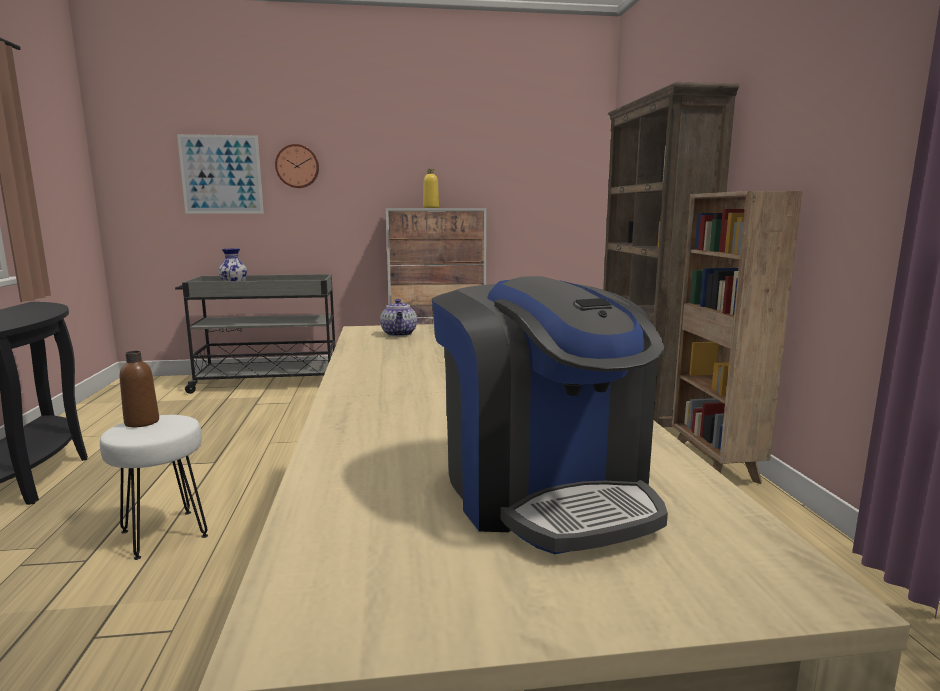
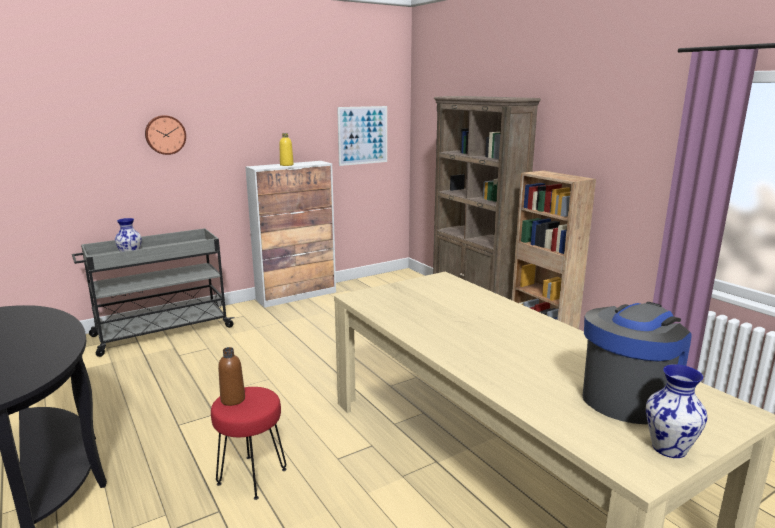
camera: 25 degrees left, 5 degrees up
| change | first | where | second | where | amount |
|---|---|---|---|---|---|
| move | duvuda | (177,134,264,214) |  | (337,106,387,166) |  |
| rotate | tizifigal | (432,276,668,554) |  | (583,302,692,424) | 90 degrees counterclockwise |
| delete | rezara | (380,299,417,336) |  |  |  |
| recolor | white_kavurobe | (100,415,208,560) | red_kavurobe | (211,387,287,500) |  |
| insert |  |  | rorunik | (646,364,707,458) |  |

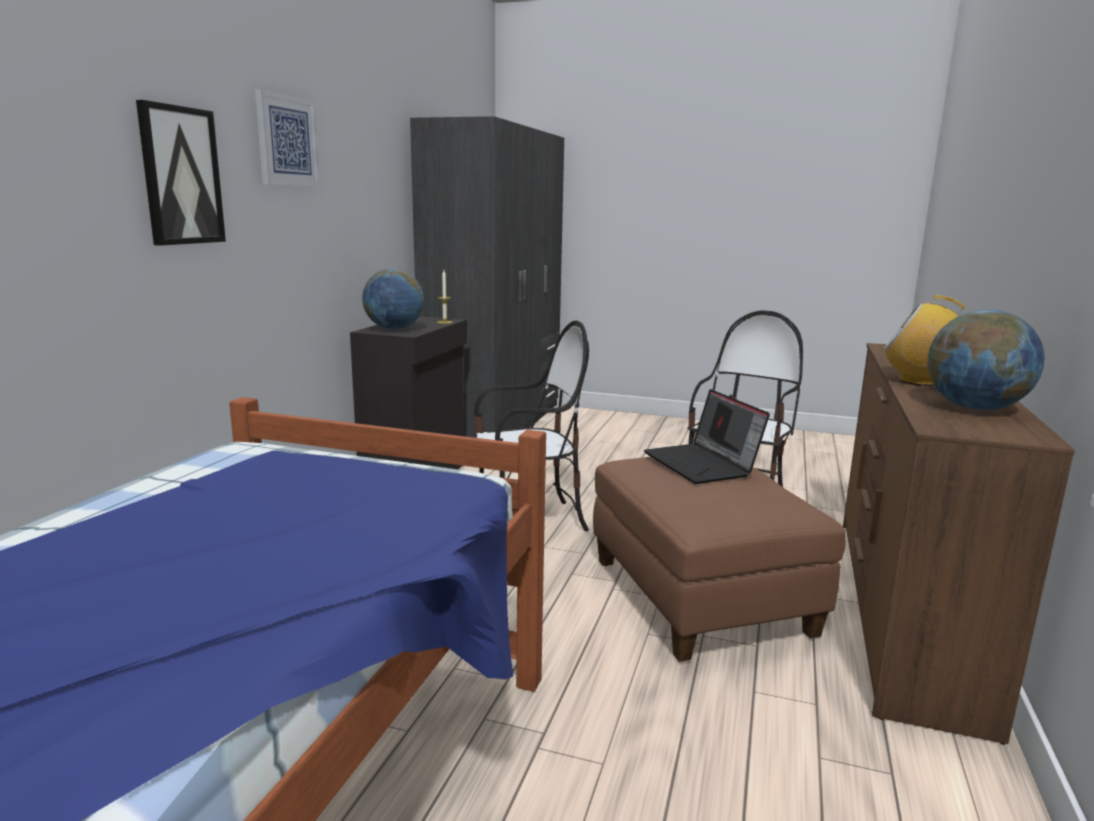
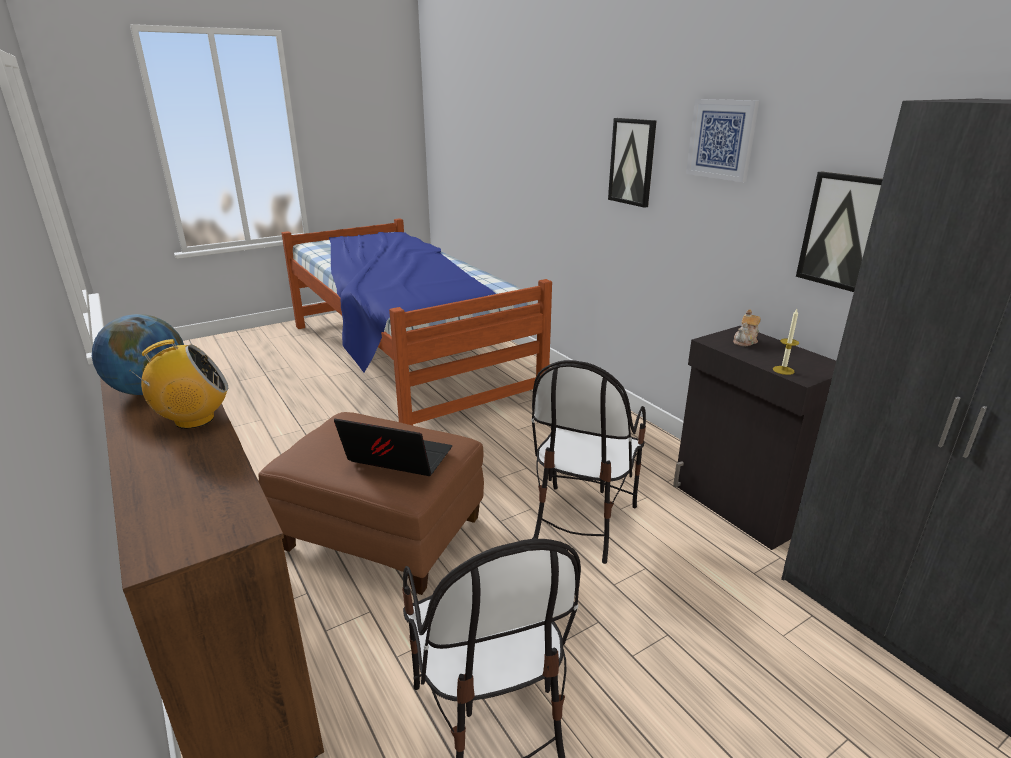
camera: 130 degrees right, 10 degrees up
| change | first | where | second | where | amount |
|---|---|---|---|---|---|
| replace | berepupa | (362,269,424,330) | rezara | (733,309,760,346) |  |
| insert |  |  | duvuda | (796,171,883,292) |  |

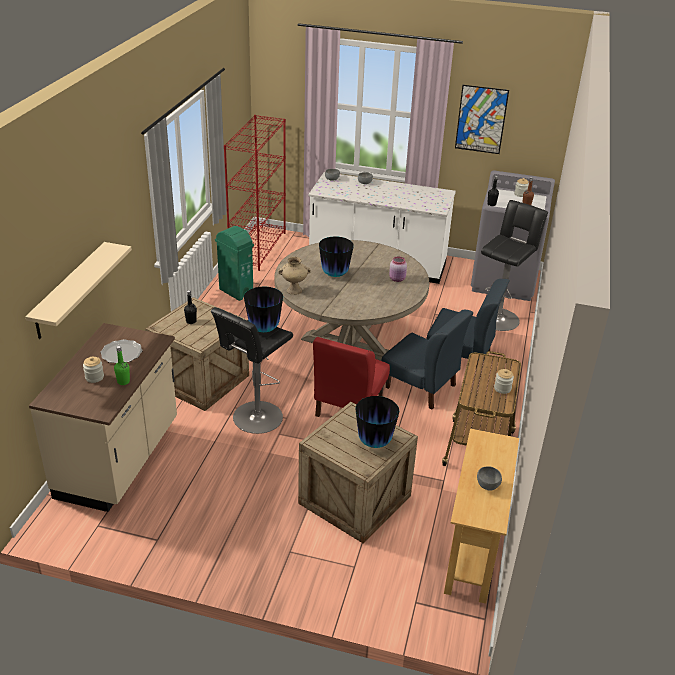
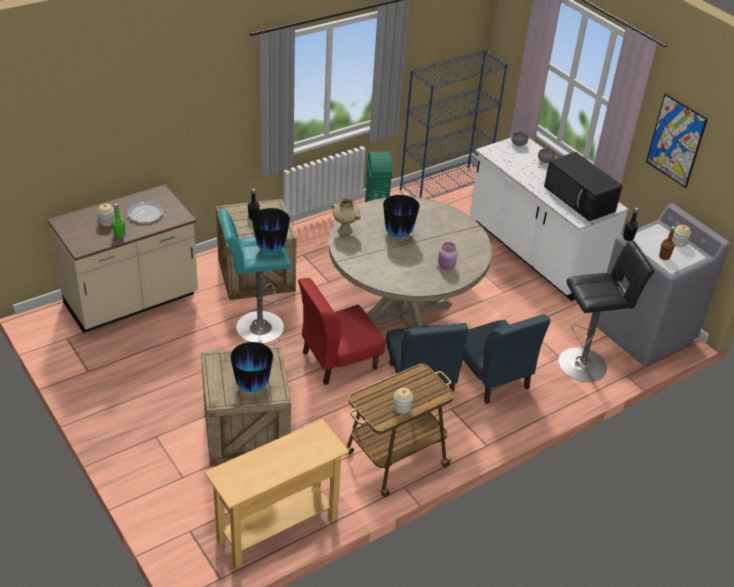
camera: 40 degrees right, 5 degrees up
| change | first | where | second | where | amount |
|---|---|---|---|---|---|
| recolor | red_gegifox | (224,115,286,271) | blue_gegifox | (400,50,508,199) |  |
| delete | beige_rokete | (25,242,132,339) |  |  |  |
| recolor | black_kavurobe | (211,307,293,434) | turquoise_kavurobe | (219,209,291,344) |  |
| delete | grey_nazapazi | (477,466,502,491) |  |  |  |
| insert |  |  | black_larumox | (544,152,623,222) |  |

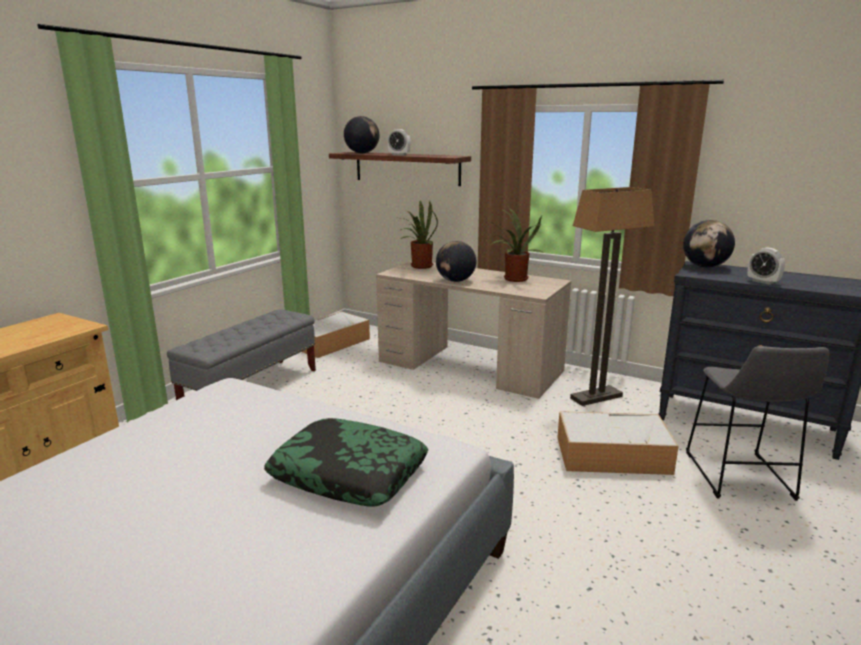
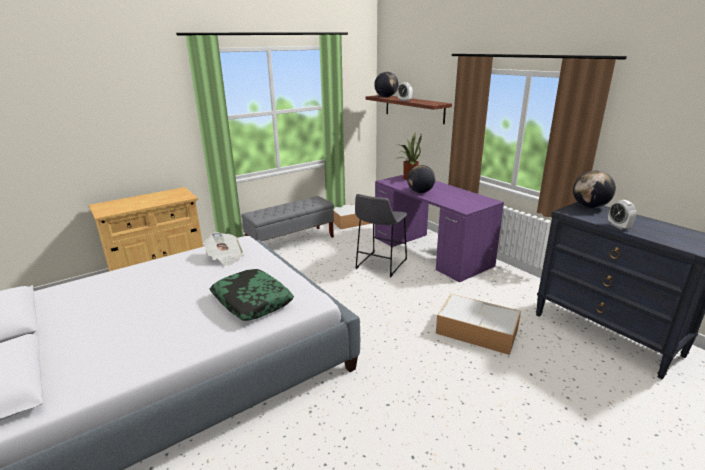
camera: 25 degrees right, 5 degrees up
| change | first | where | second | where | amount |
|---|---|---|---|---|---|
| delete | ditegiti | (570,187,654,406) |  |  |  |
| delete | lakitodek | (487,207,543,282) |  |  |  |
| recolor | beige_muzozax | (376,261,571,399) | purple_muzozax | (375,175,504,282) |  |
| move | grey_kavurobe | (686,346,829,501) |  | (355,194,407,277) |  |
| insert |  |  | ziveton | (204,232,244,266) |  |

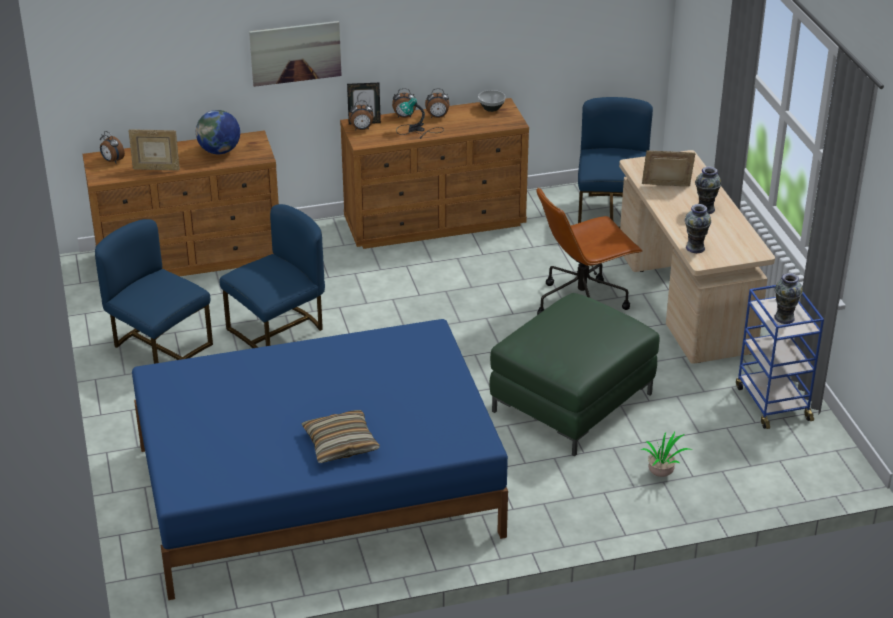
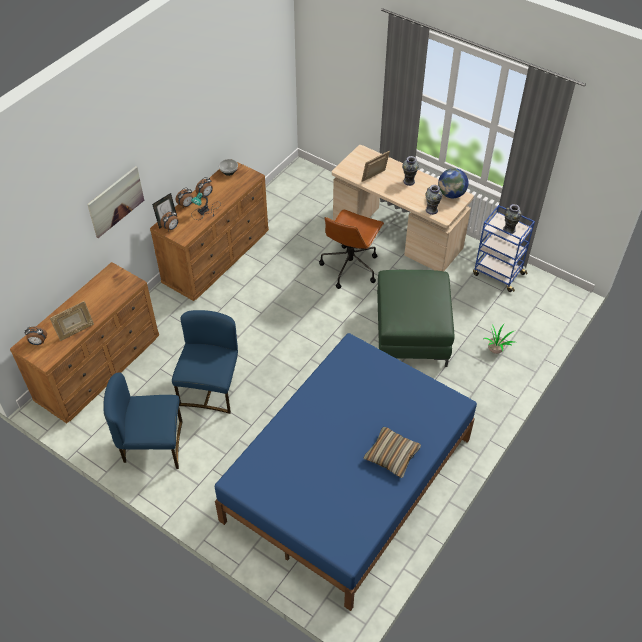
camera: 40 degrees left, 15 degrees up
| change | first | where | second | where | amount |
|---|---|---|---|---|---|
| delete | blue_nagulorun | (578,97,653,228) |  |  |  |
| move | berepupa | (196,110,240,154) |  | (438,168,469,198) |  |

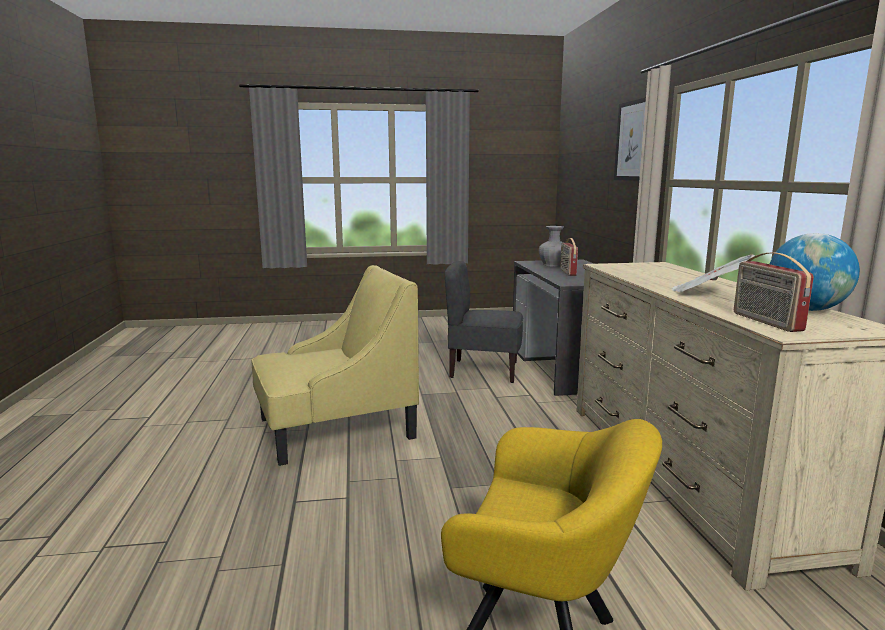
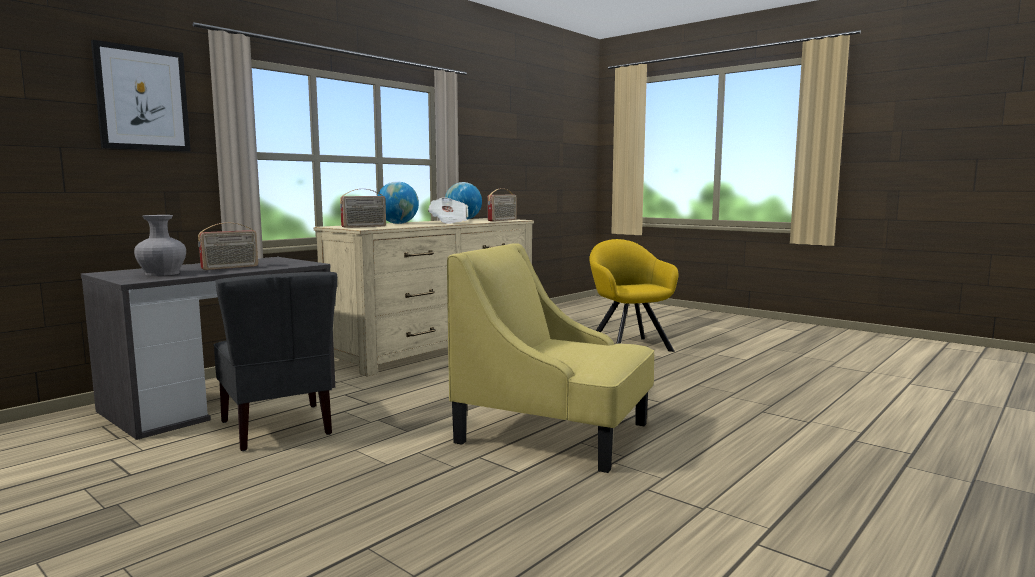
camera: 130 degrees left, 5 degrees down
| change | first | where | second | where | amount |
|---|---|---|---|---|---|
| insert |  |  | berepupa | (377,181,419,224) |  |
| insert |  |  | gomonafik | (340,189,386,228) |  |

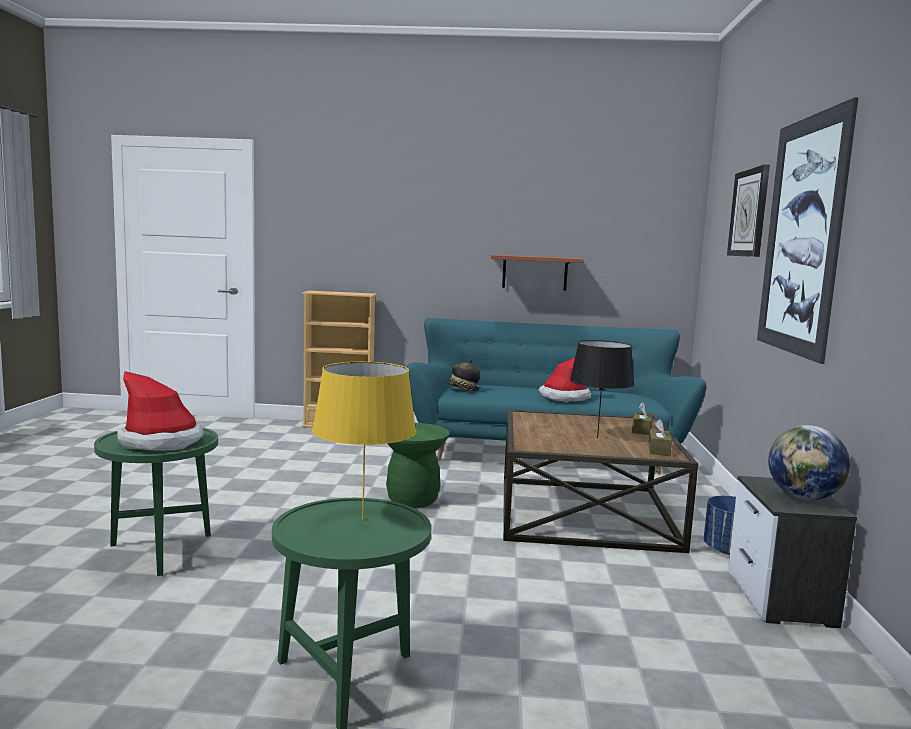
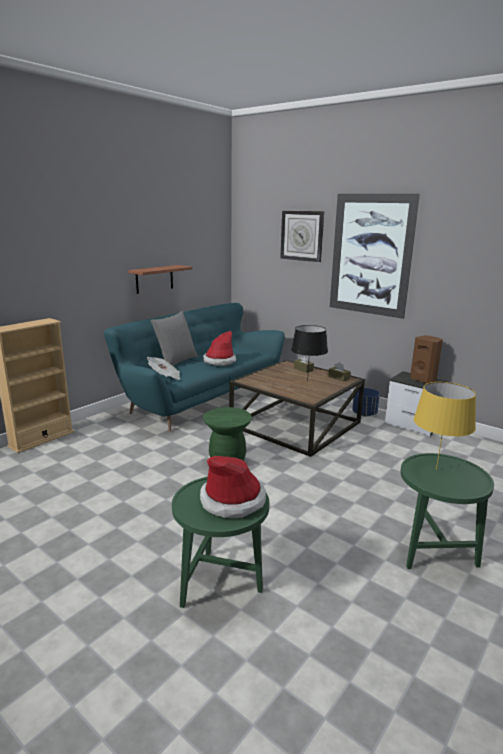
camera: 55 degrees left, 10 degrees up
| change | first | where | second | where | amount |
|---|---|---|---|---|---|
| replace | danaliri | (444,360,480,391) | ziveton | (147,357,180,380) |  |
| replace | berepupa | (768,425,850,500) | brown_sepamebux | (410,335,443,384) |  |
| insert |  |  | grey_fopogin | (150,311,198,366) |  |

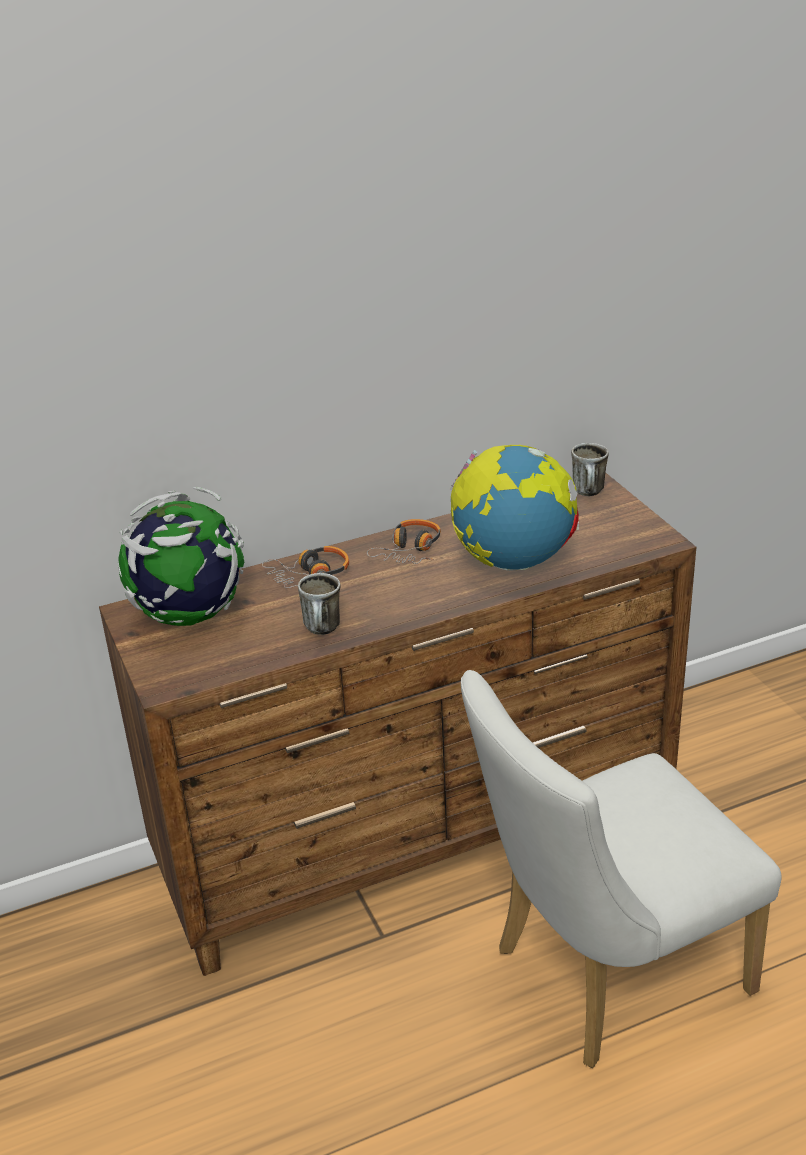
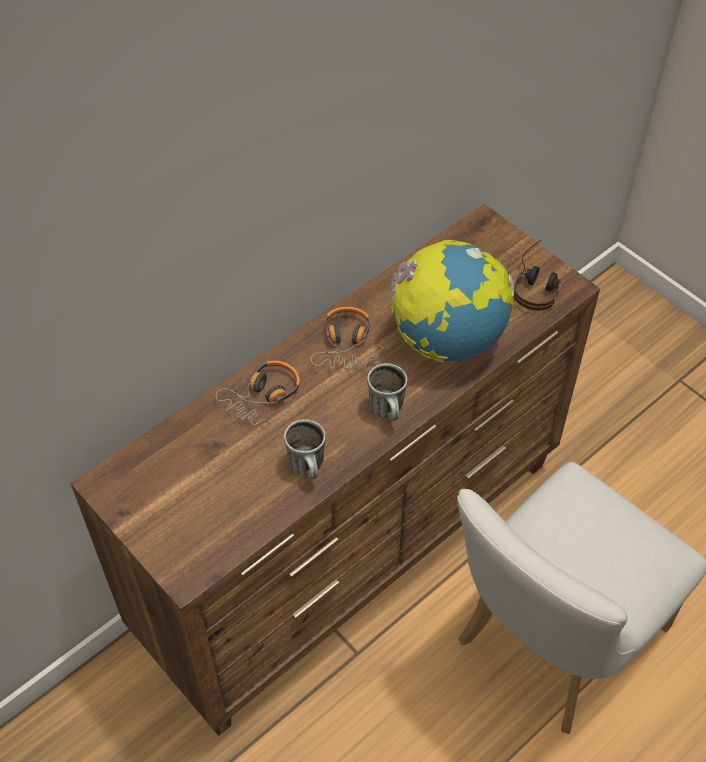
camera: 20 degrees left, 20 degrees up
| change | first | where | second | where | amount |
|---|---|---|---|---|---|
| move | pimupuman | (571,443,609,496) |  | (367,363,408,421) |  |
| delete | berepupa | (118,487,244,626) |  |  |  |
| insert |  |  | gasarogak | (513,240,561,311) |  |

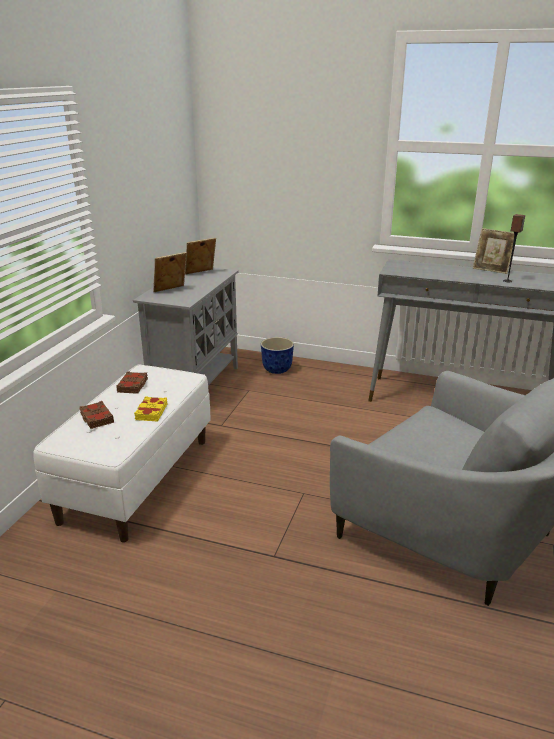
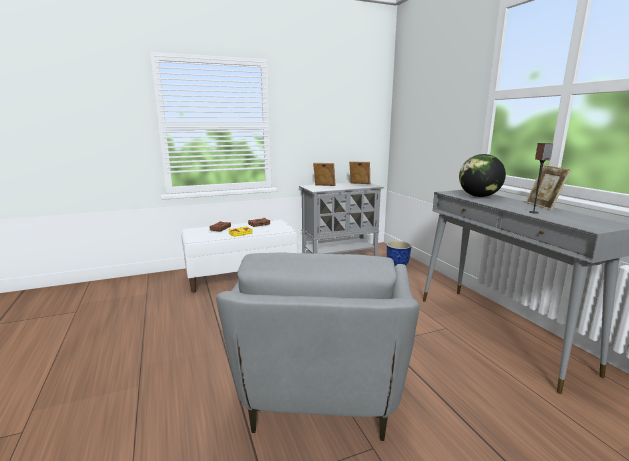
camera: 50 degrees right, 10 degrees down
| change | first | where | second | where | amount |
|---|---|---|---|---|---|
| insert |  |  | berepupa | (459,154,506,197) |  |

